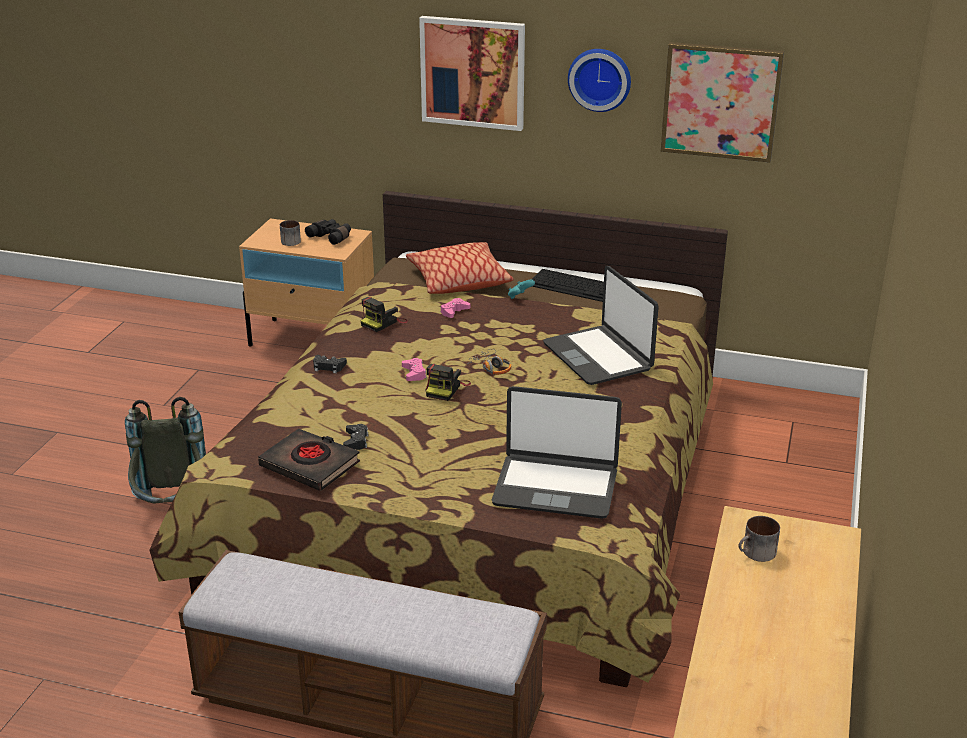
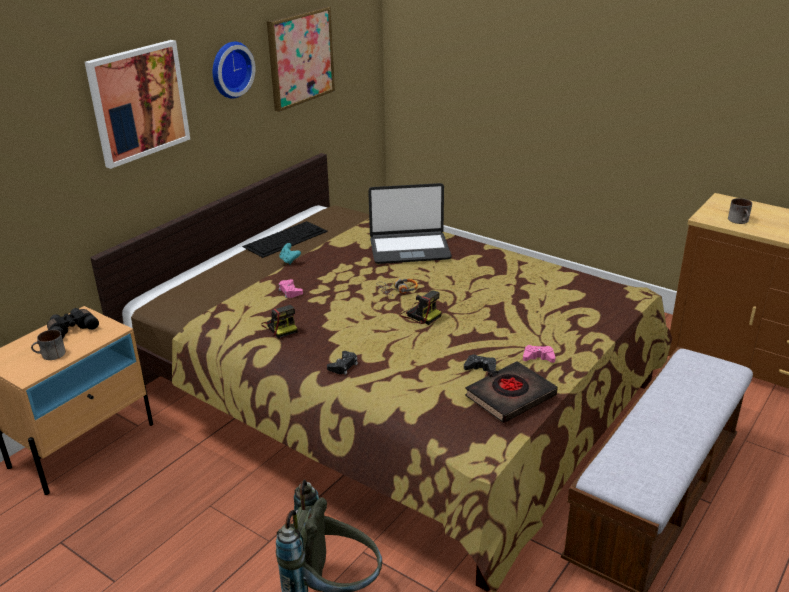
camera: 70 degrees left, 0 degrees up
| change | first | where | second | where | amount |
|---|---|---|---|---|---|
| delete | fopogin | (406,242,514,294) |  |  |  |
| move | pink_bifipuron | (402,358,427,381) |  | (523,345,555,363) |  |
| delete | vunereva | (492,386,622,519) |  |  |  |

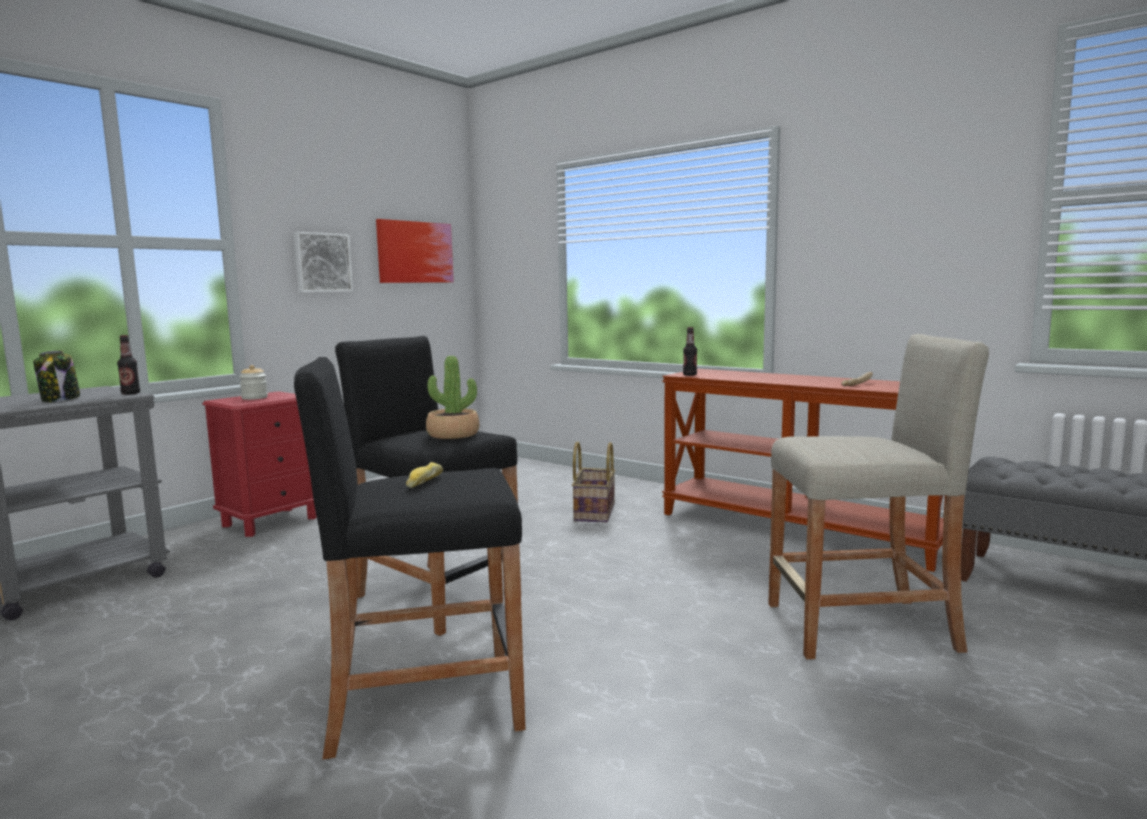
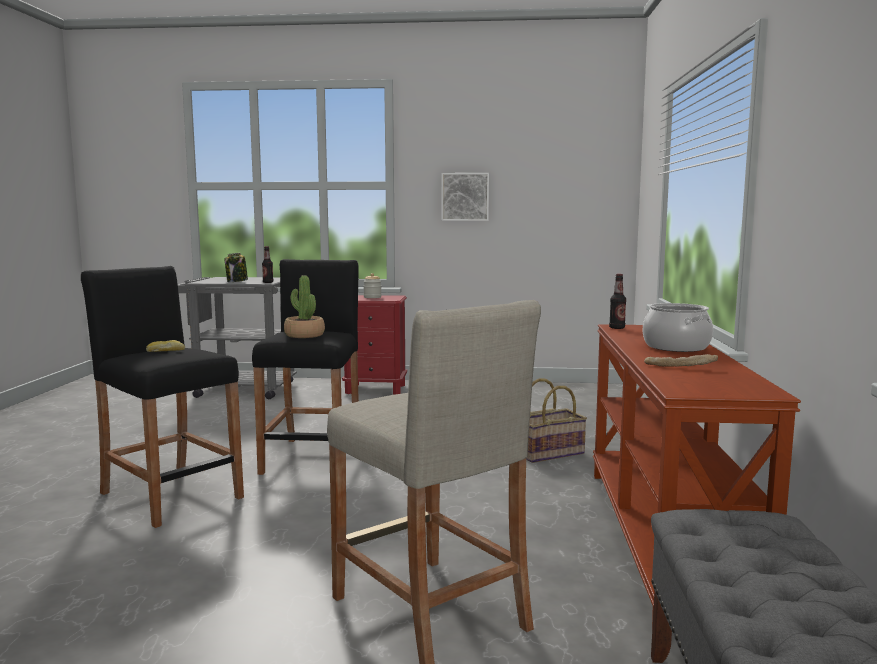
camera: 55 degrees right, 0 degrees up
| change | first | where | second | where | amount |
|---|---|---|---|---|---|
| delete | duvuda | (376,219,454,283) |  |  |  |
| insert |  |  | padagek | (643,303,713,352) |  |

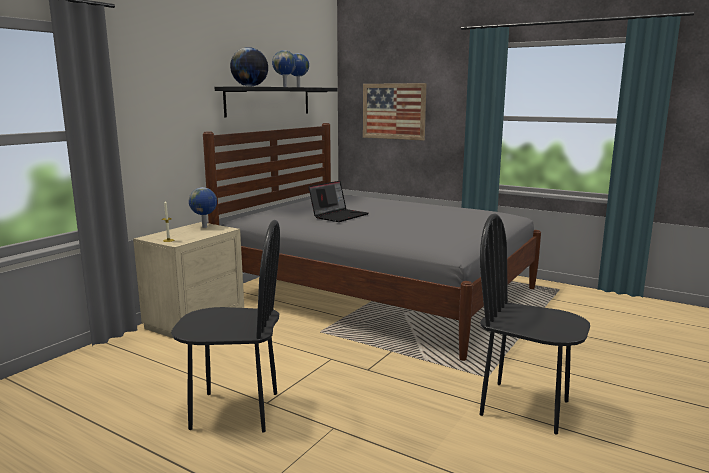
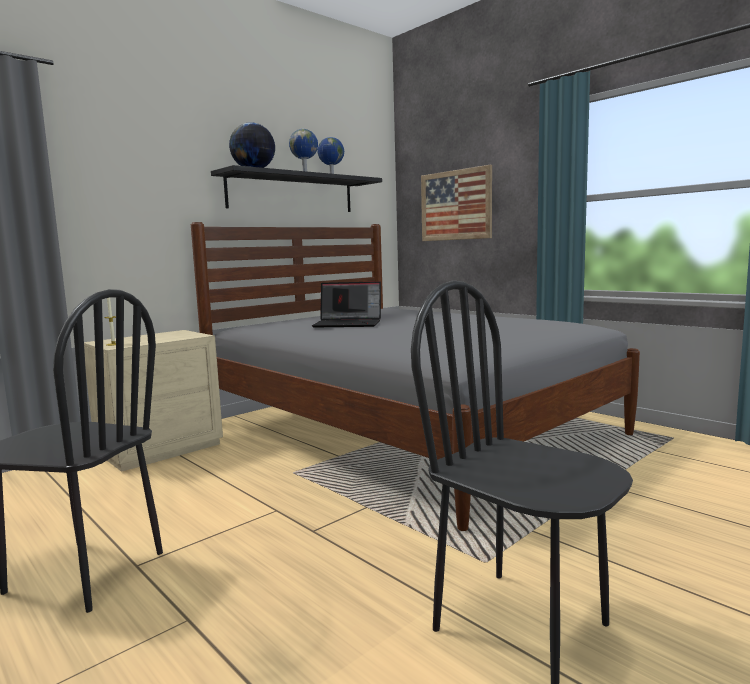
camera: 15 degrees right, 5 degrees down
| change | first | where | second | where | amount |
|---|---|---|---|---|---|
| rotate | vunereva | (308,181,369,222) |  | (312,281,381,327) | 45 degrees clockwise |
| delete | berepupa | (189,187,217,228) |  |  |  |

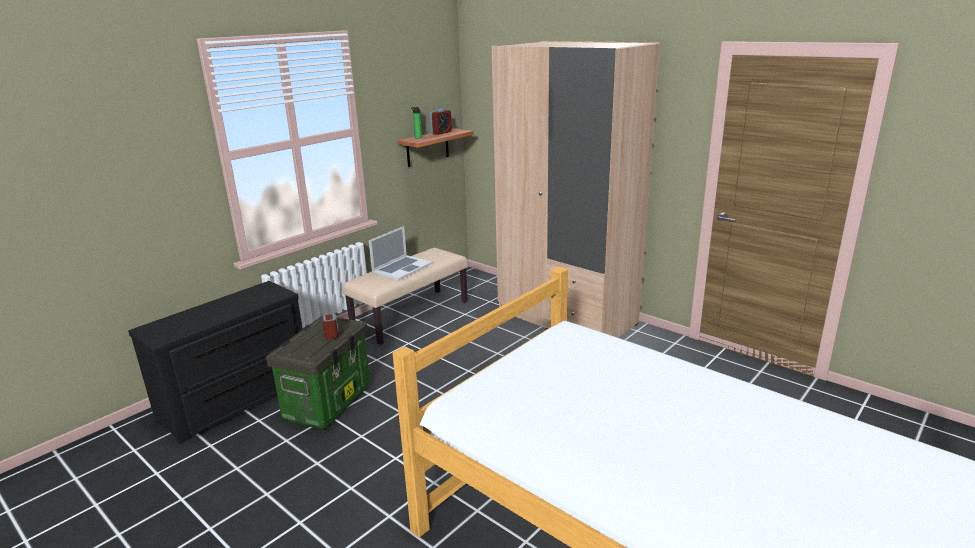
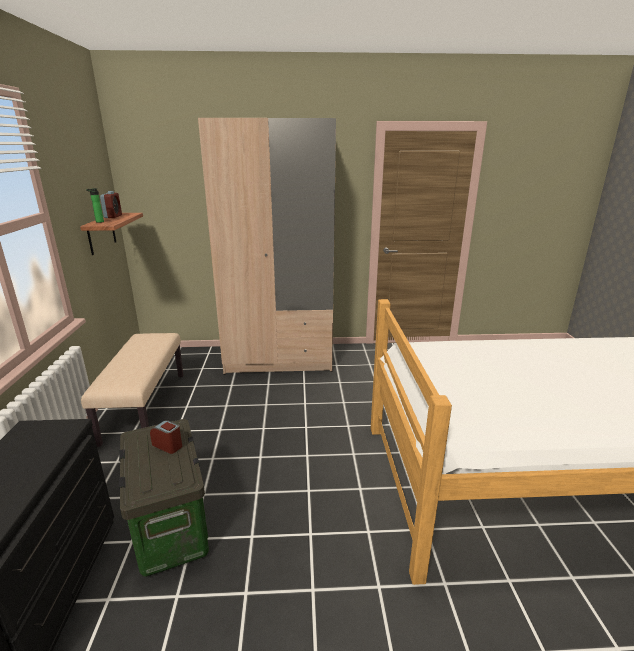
camera: 45 degrees left, 0 degrees up
| change | first | where | second | where | amount |
|---|---|---|---|---|---|
| delete | vunereva | (369,226,432,280) |  |  |  |

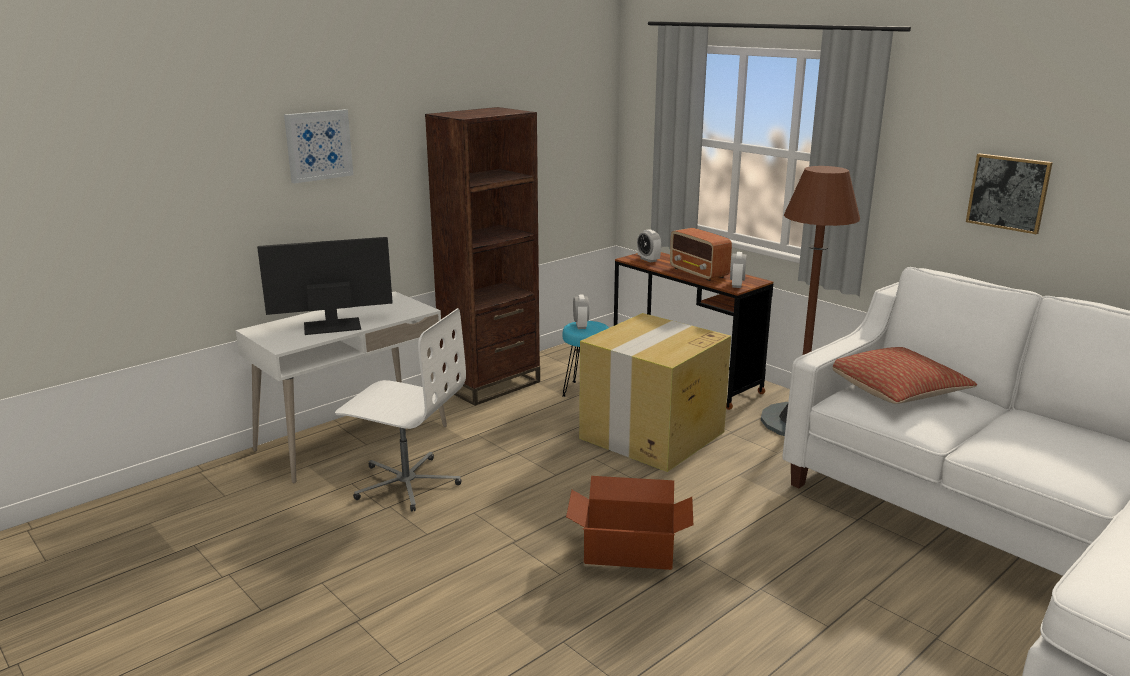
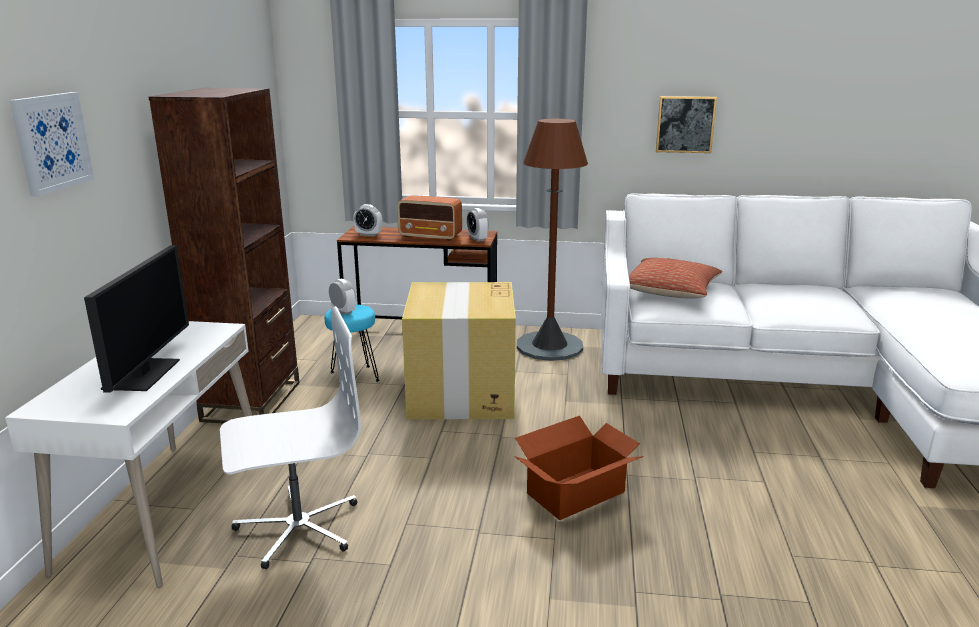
camera: 40 degrees left, 0 degrees up
| change | first | where | second | where | amount |
|---|---|---|---|---|---|
| rotate | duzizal | (257,237,393,335) |  | (84,245,189,393) | 150 degrees clockwise |

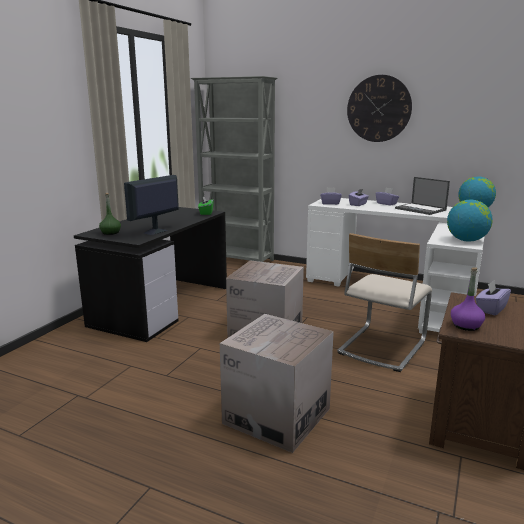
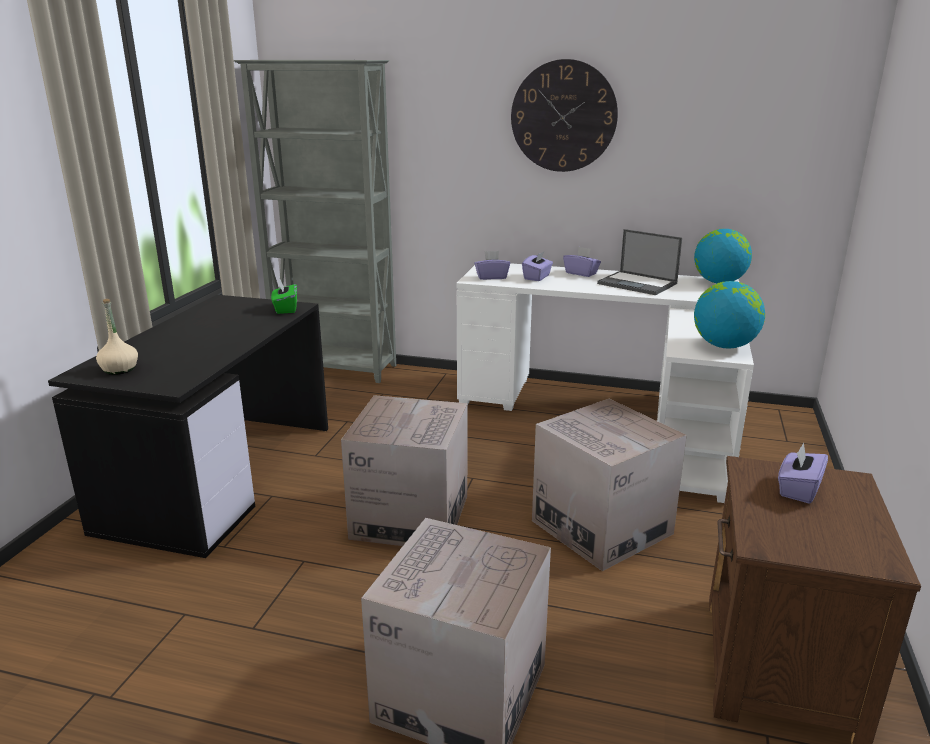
camera: 10 degrees left, 5 degrees up
| change | first | where | second | where | amount |
|---|---|---|---|---|---|
| delete | duzizal | (124,175,179,235) |  |  |  |
| recolor | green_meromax | (99,193,121,235) | beige_meromax | (96,299,138,375) |  |
| replace | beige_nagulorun | (337,233,432,372) | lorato | (532,399,687,571) |  |
| delete | purple_meromax | (451,267,485,331) |  |  |  |

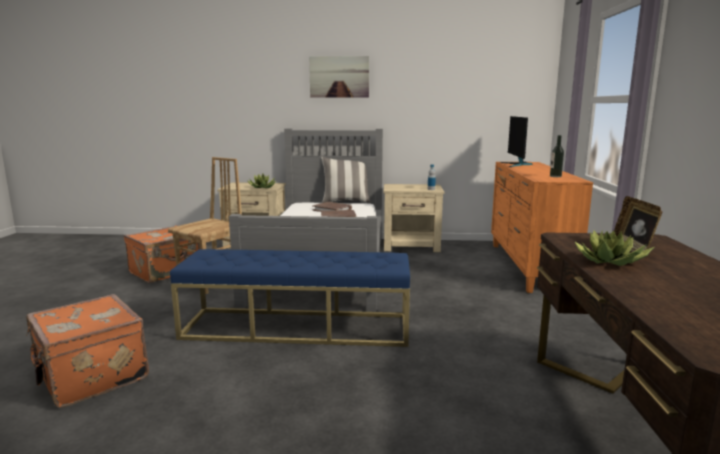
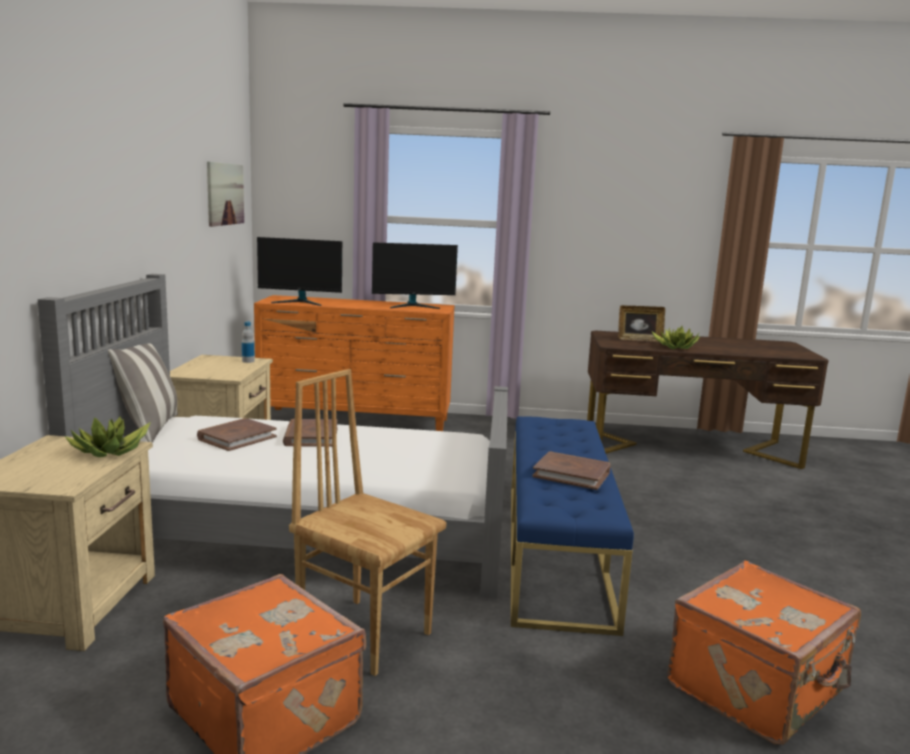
camera: 90 degrees left, 0 degrees up
| change | first | where | second | where | amount |
|---|---|---|---|---|---|
| move | duvuda | (309,56,369,98) |  | (207,161,244,227) |  |
| replace | meromax | (550,135,564,177) | duzizal | (372,242,458,309) |  |
| insert |  |  | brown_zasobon | (532,451,611,490) |  |

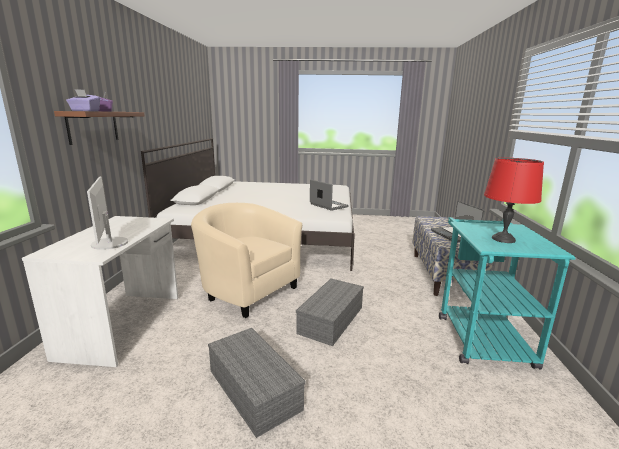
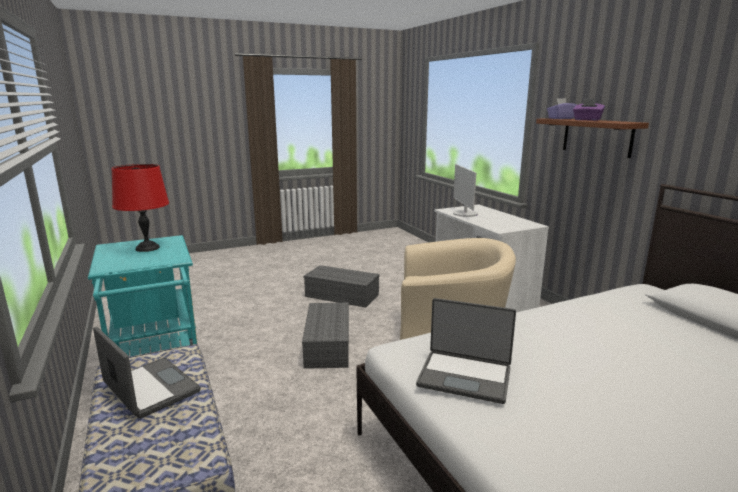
camera: 150 degrees right, 0 degrees up
| change | first | where | second | where | amount |
|---|---|---|---|---|---|
| rotate | duzizal | (87,176,128,250) |  | (453,164,478,217) | 135 degrees counterclockwise |

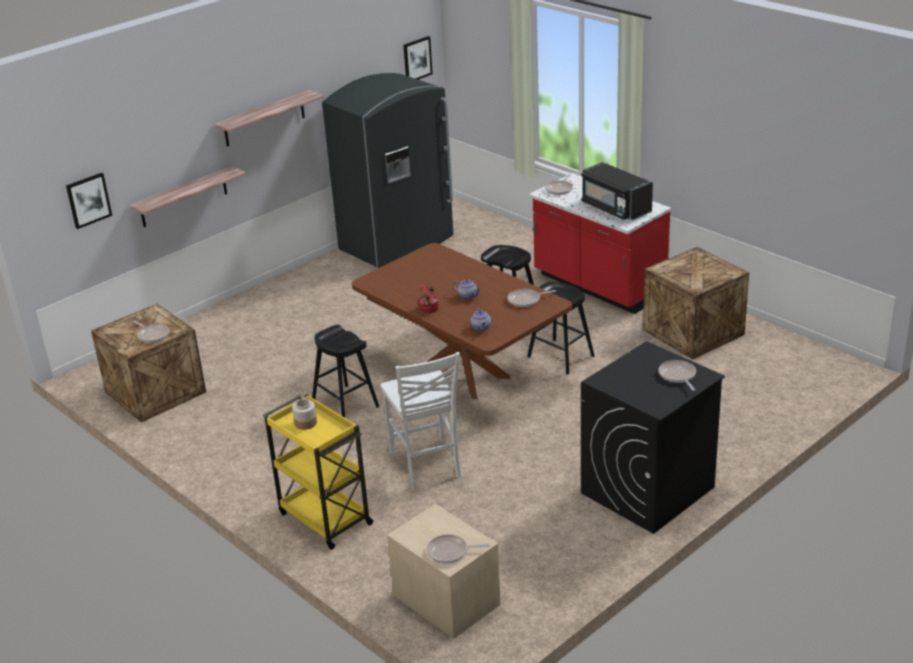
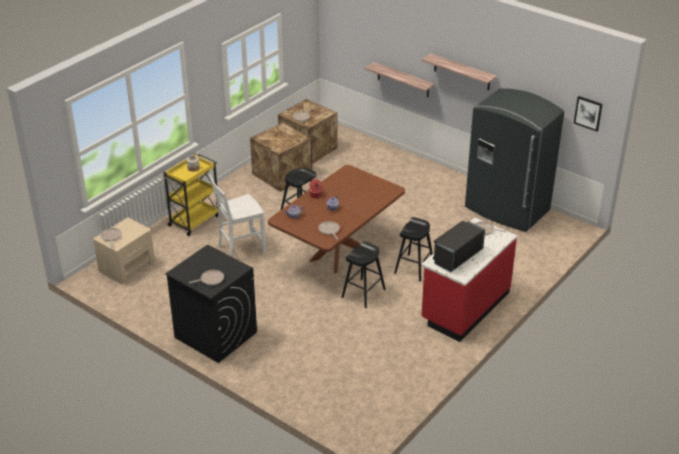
camera: 80 degrees right, 5 degrees up
| change | first | where | second | where | amount |
|---|---|---|---|---|---|
| delete | duvuda | (66,173,112,229) |  |  |  |
| move | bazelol | (643,247,749,359) |  | (250,123,312,191) |  |

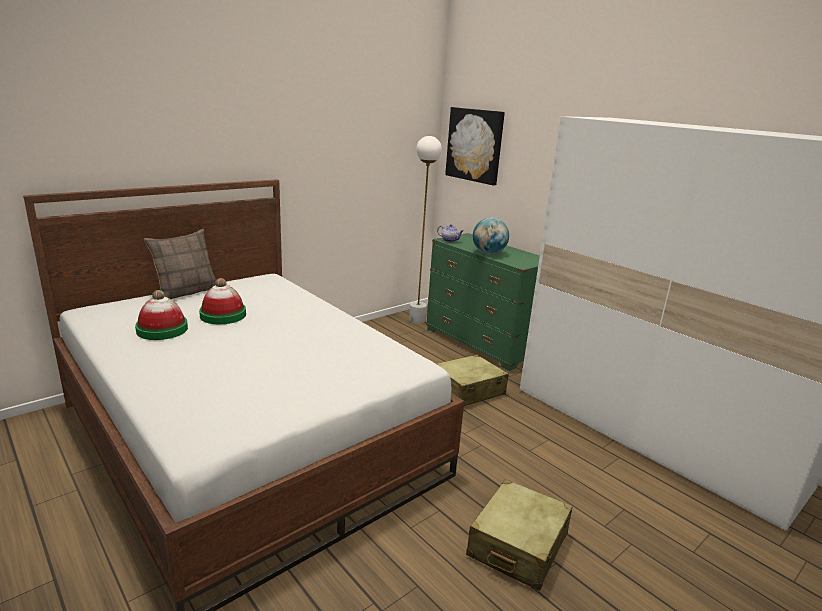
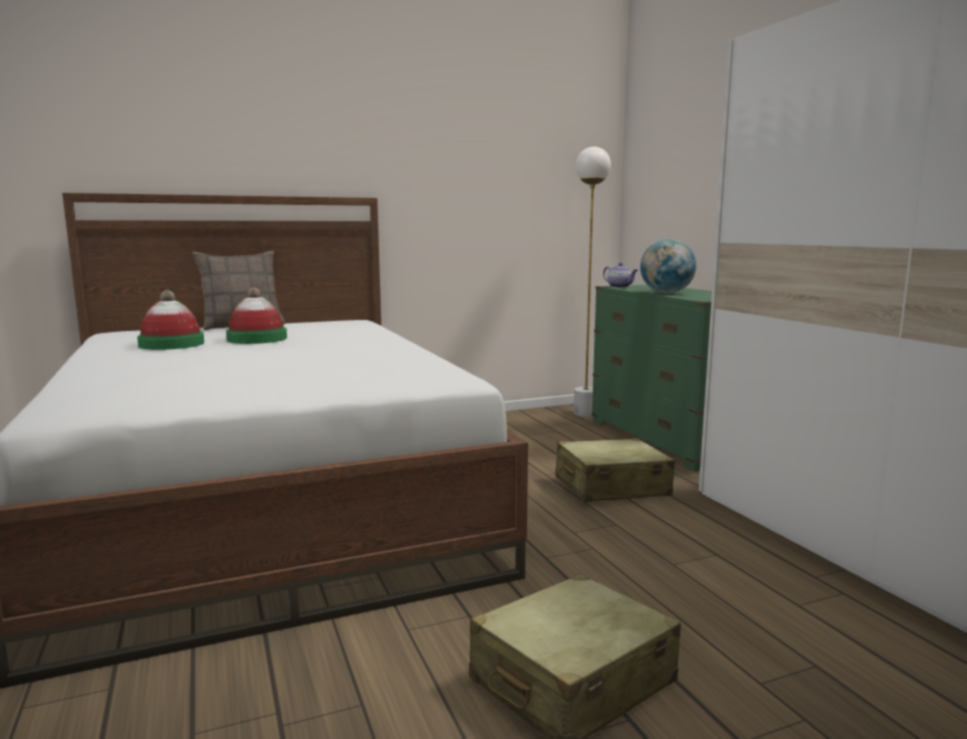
camera: 20 degrees right, 10 degrees down
| change | first | where | second | where | amount |
|---|---|---|---|---|---|
| delete | duvuda | (445,107,505,186) |  |  |  |

